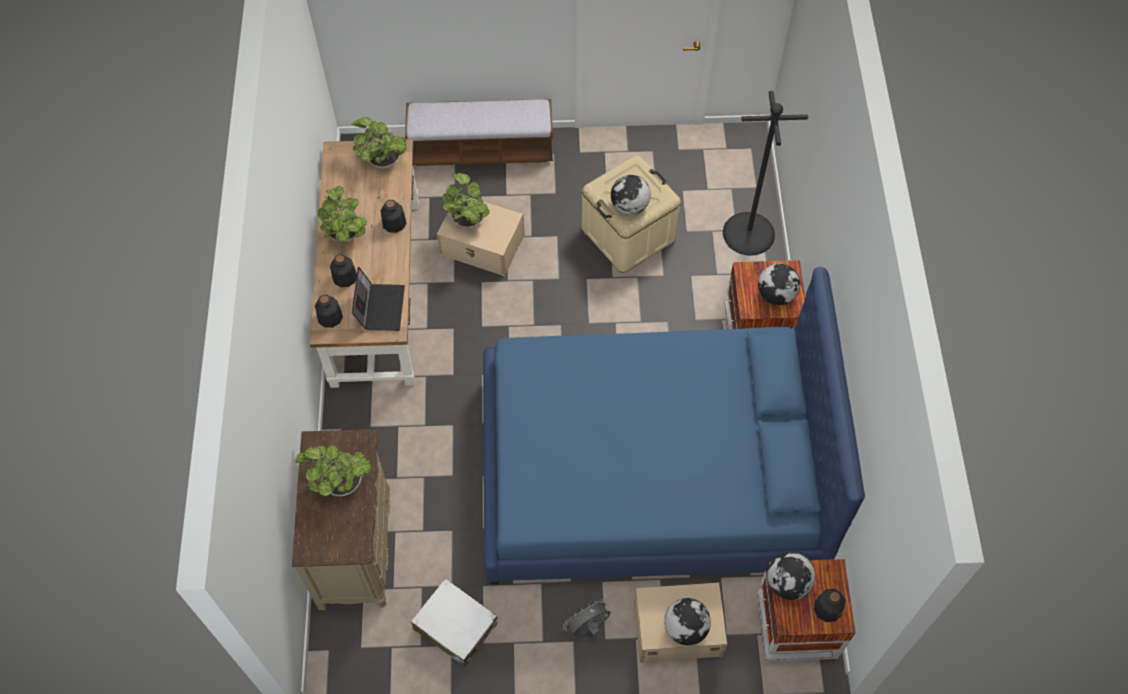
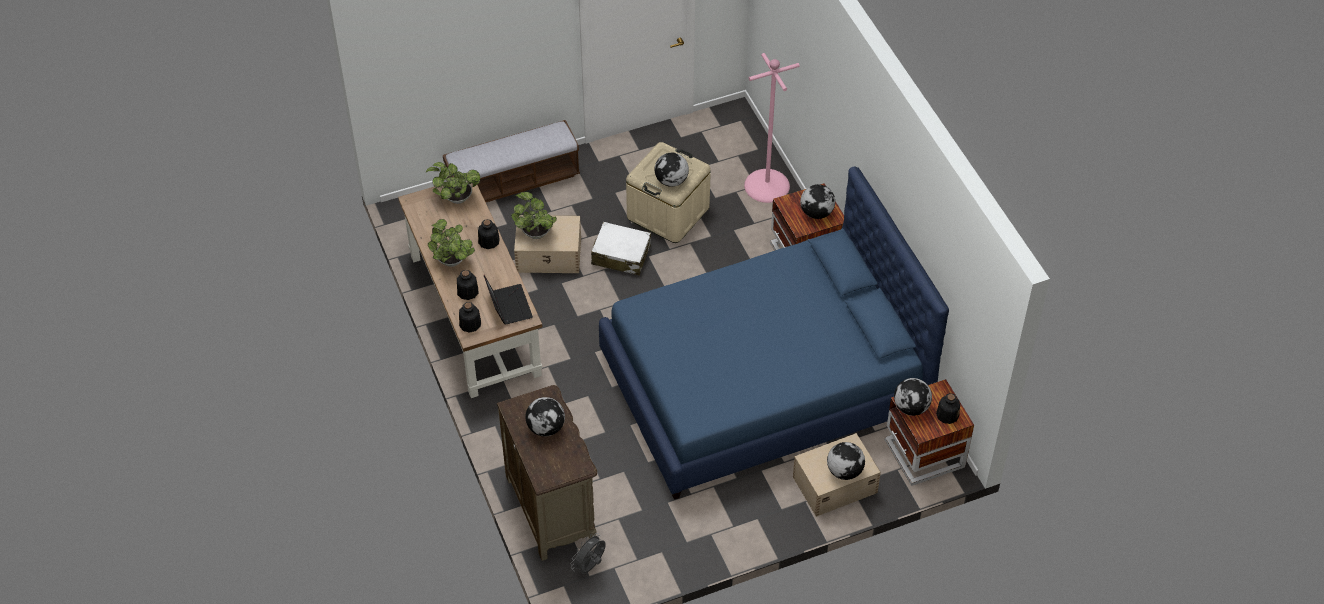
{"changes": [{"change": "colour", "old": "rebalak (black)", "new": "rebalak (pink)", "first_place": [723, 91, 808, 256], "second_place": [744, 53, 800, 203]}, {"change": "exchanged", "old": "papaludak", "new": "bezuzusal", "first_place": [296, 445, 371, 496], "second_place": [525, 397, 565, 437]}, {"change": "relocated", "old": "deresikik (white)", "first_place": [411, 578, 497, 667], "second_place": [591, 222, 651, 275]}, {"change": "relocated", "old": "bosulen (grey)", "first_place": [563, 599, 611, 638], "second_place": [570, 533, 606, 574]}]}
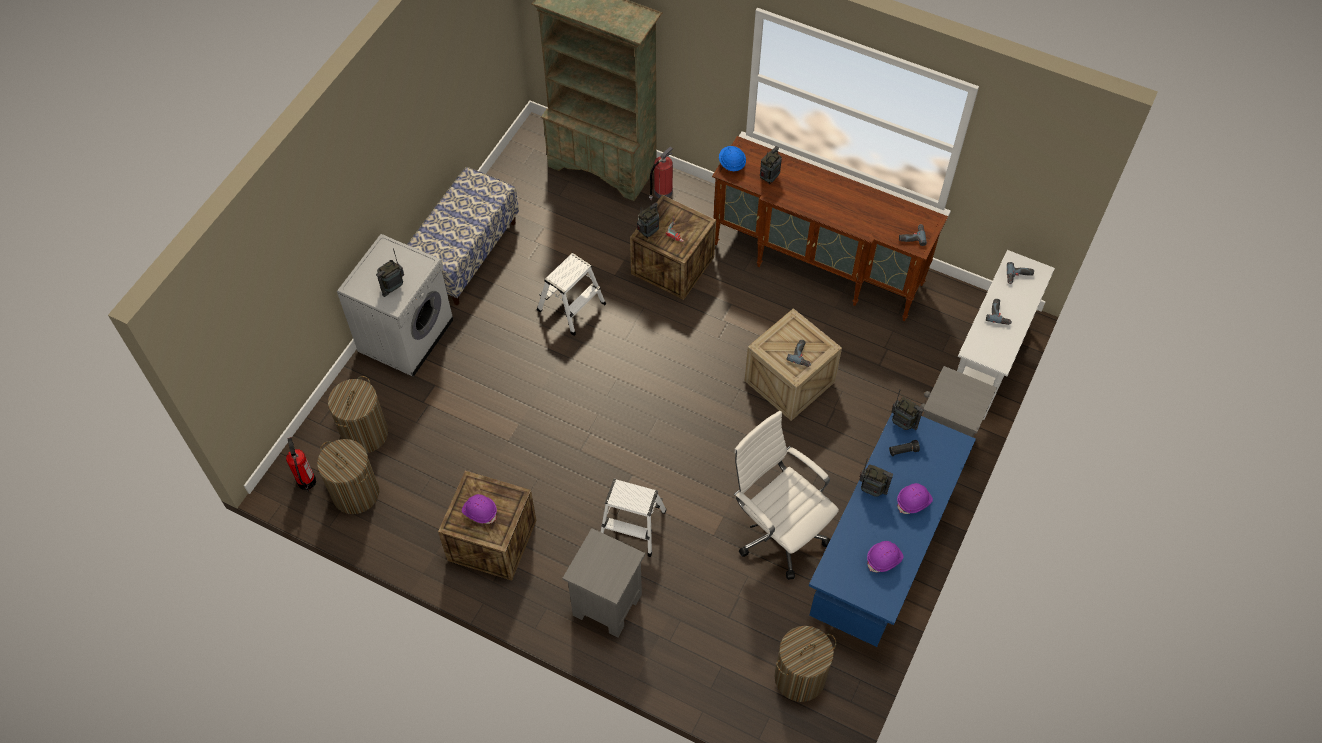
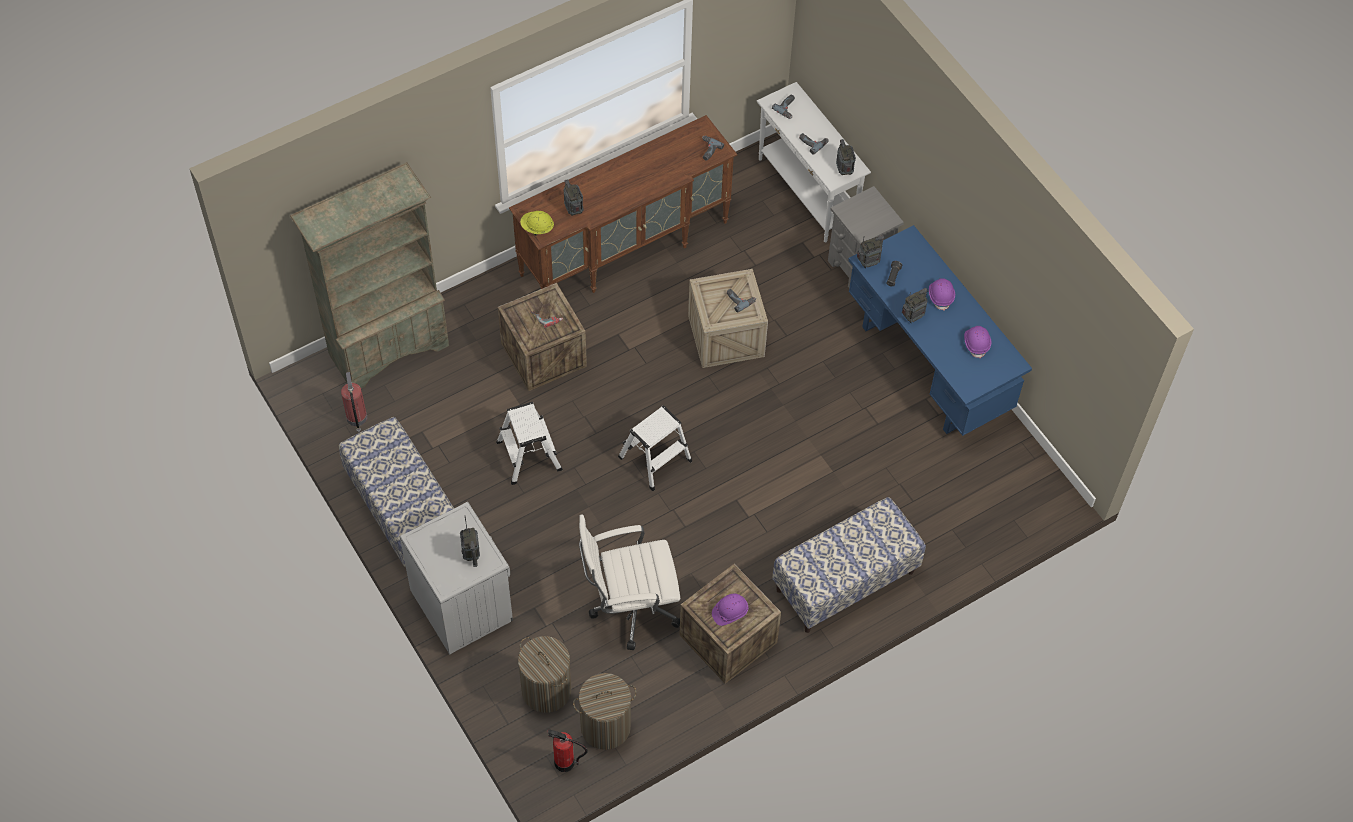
{"changes": [{"change": "relocated", "old": "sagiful", "first_place": [649, 146, 673, 200], "second_place": [341, 372, 367, 433]}, {"change": "colour", "old": "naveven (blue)", "new": "naveven (yellow)", "first_place": [719, 146, 746, 171], "second_place": [520, 211, 554, 236]}, {"change": "relocated", "old": "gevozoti", "first_place": [637, 202, 659, 238], "second_place": [836, 139, 856, 175]}, {"change": "relocated", "old": "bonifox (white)", "first_place": [734, 411, 839, 580], "second_place": [579, 514, 680, 650]}, {"change": "relocated", "old": "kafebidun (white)", "first_place": [601, 479, 667, 557], "second_place": [618, 405, 692, 491]}, {"change": "exchanged", "old": "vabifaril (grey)", "new": "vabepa", "first_place": [563, 528, 645, 637], "second_place": [772, 497, 926, 633]}, {"change": "missing", "old": "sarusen", "first_place": [774, 626, 836, 702]}]}
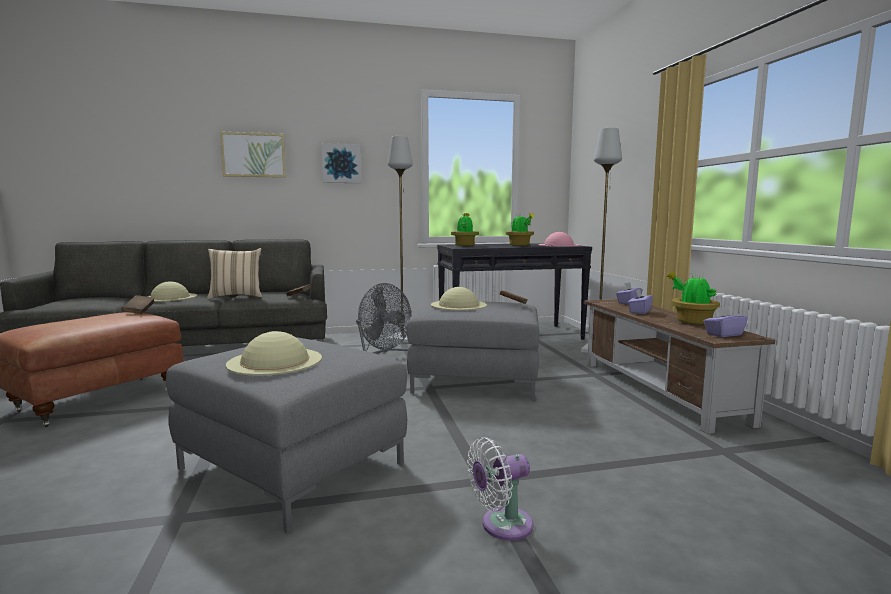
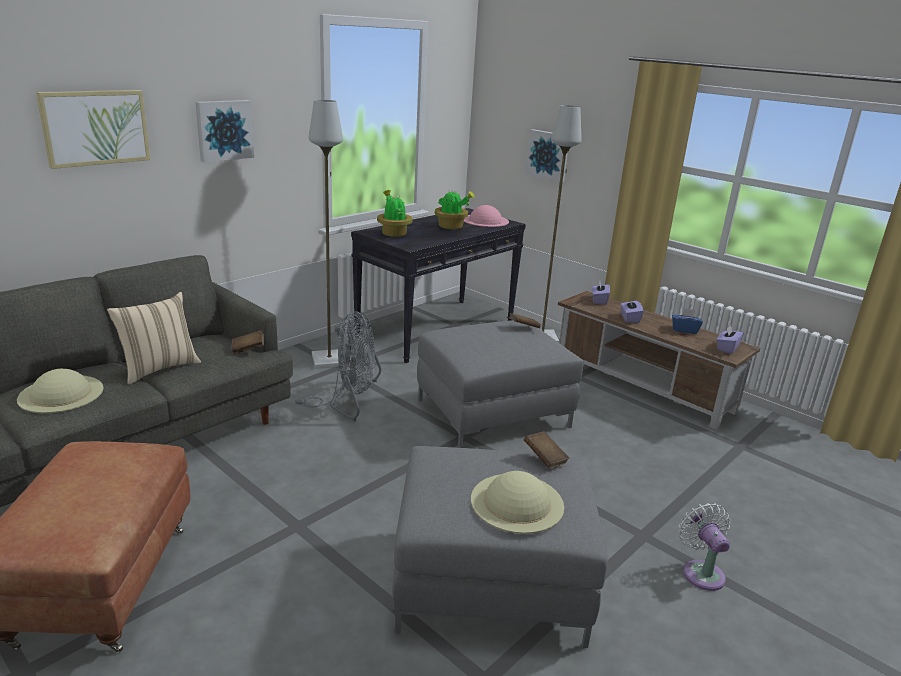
{"changes": [{"change": "exchanged", "old": "papaludak", "new": "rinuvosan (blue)", "first_place": [666, 271, 720, 324], "second_place": [672, 308, 703, 334]}, {"change": "missing", "old": "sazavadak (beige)", "first_place": [431, 287, 487, 310]}, {"change": "relocated", "old": "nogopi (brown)", "first_place": [121, 295, 155, 314], "second_place": [524, 431, 569, 468]}, {"change": "spun", "old": "bosulen (white)", "first_place": [467, 437, 533, 540], "second_place": [678, 503, 730, 591], "degrees": 135}, {"change": "appeared", "new": "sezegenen", "second_place": [526, 129, 568, 182]}]}
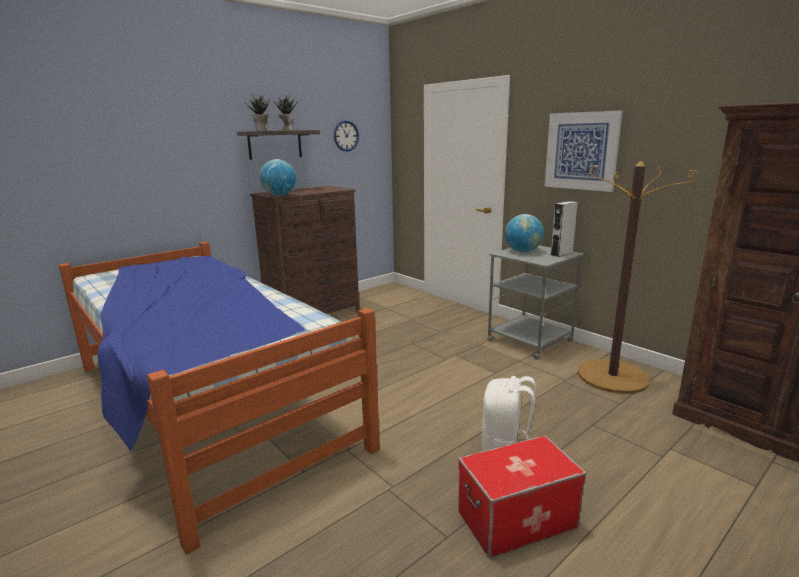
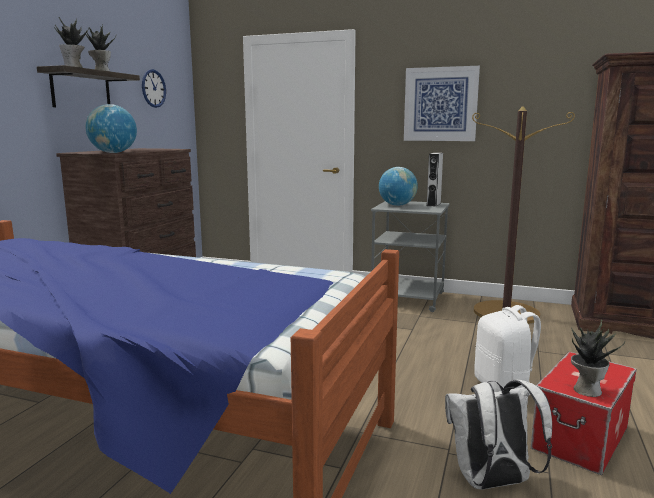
{"changes": [{"change": "appeared", "new": "papaludak", "second_place": [571, 319, 625, 397]}, {"change": "appeared", "new": "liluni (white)", "second_place": [445, 379, 552, 490]}]}
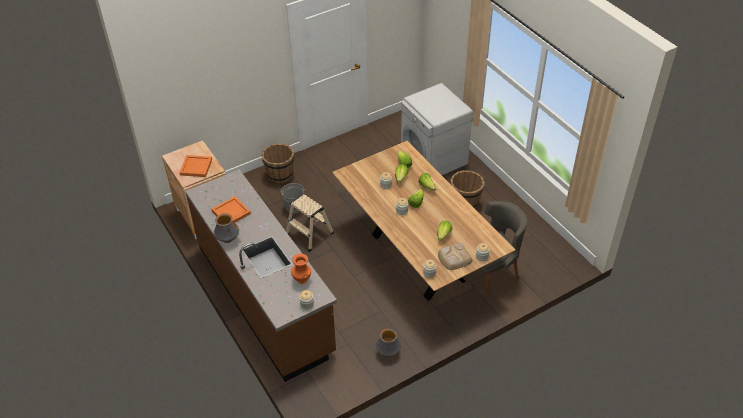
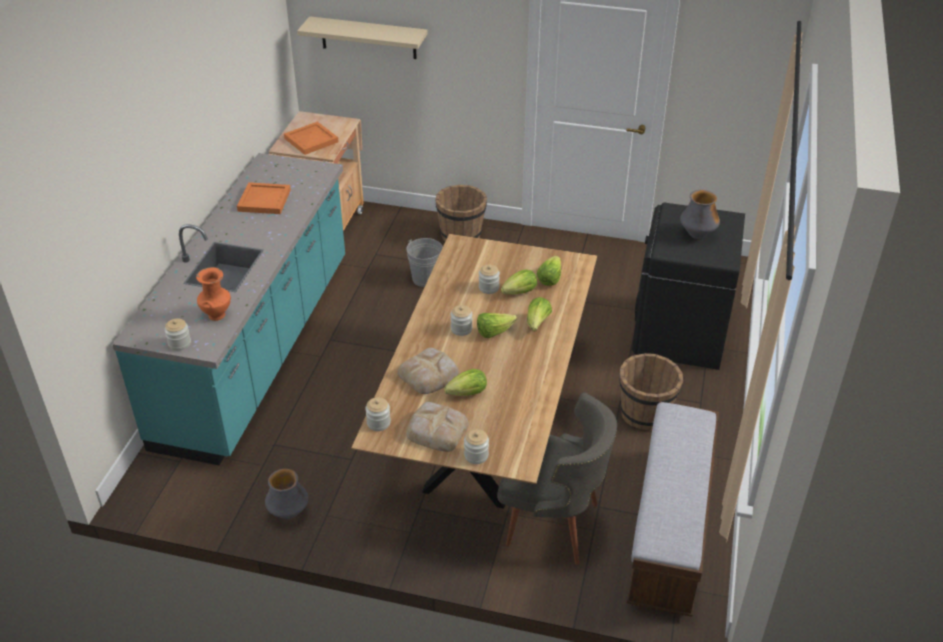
{"changes": [{"change": "colour", "old": "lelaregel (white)", "new": "lelaregel (black)", "first_place": [401, 83, 473, 175], "second_place": [632, 203, 745, 370]}, {"change": "colour", "old": "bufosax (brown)", "new": "bufosax (turquoise)", "first_place": [185, 169, 337, 382], "second_place": [112, 153, 345, 465]}, {"change": "missing", "old": "kafebidun (beige)", "first_place": [286, 193, 334, 252]}, {"change": "relocated", "old": "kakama", "first_place": [214, 213, 239, 243], "second_place": [680, 190, 720, 239]}, {"change": "appeared", "new": "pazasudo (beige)", "second_place": [297, 16, 427, 59]}, {"change": "appeared", "new": "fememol", "second_place": [397, 348, 460, 394]}, {"change": "appeared", "new": "vabepa", "second_place": [627, 402, 719, 617]}]}
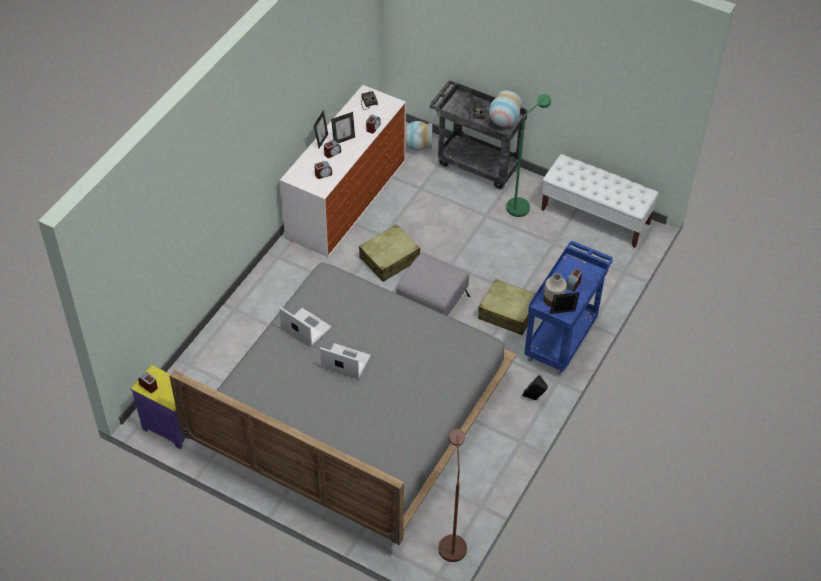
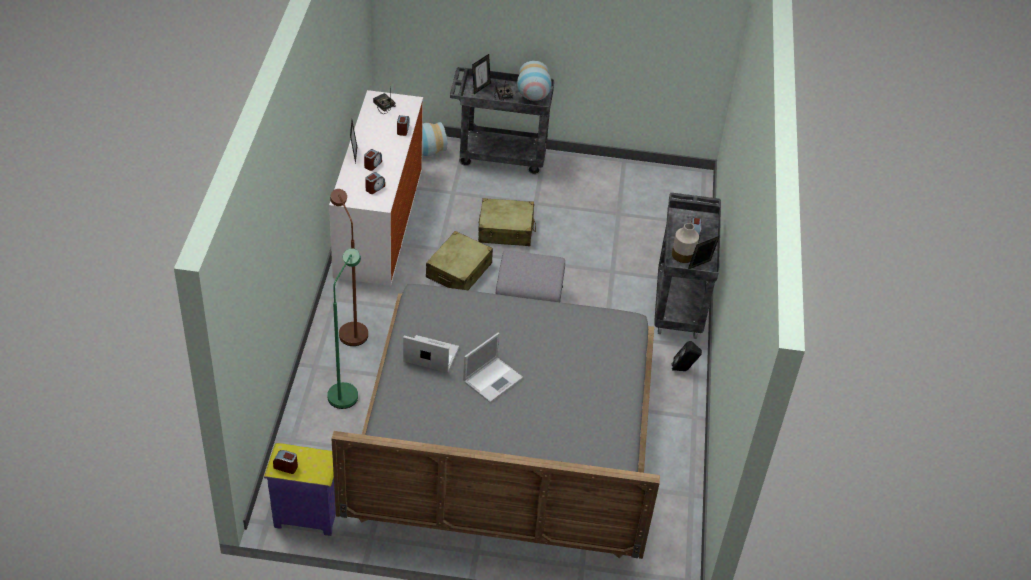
{"changes": [{"change": "relocated", "old": "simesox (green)", "first_place": [506, 94, 551, 217], "second_place": [327, 248, 361, 409]}, {"change": "relocated", "old": "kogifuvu", "first_place": [331, 112, 355, 143], "second_place": [472, 54, 491, 94]}, {"change": "missing", "old": "vabepa (white)", "first_place": [541, 154, 659, 248]}, {"change": "colour", "old": "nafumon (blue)", "new": "nafumon (grey)", "first_place": [524, 241, 613, 374], "second_place": [654, 193, 721, 339]}, {"change": "relocated", "old": "deresikik (beige)", "first_place": [478, 279, 536, 335], "second_place": [478, 198, 536, 246]}, {"change": "spun", "old": "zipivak", "first_place": [320, 343, 371, 379], "second_place": [463, 333, 523, 403], "degrees": 135}, {"change": "relocated", "old": "simesox (brown)", "first_place": [439, 429, 467, 562], "second_place": [330, 189, 368, 346]}]}
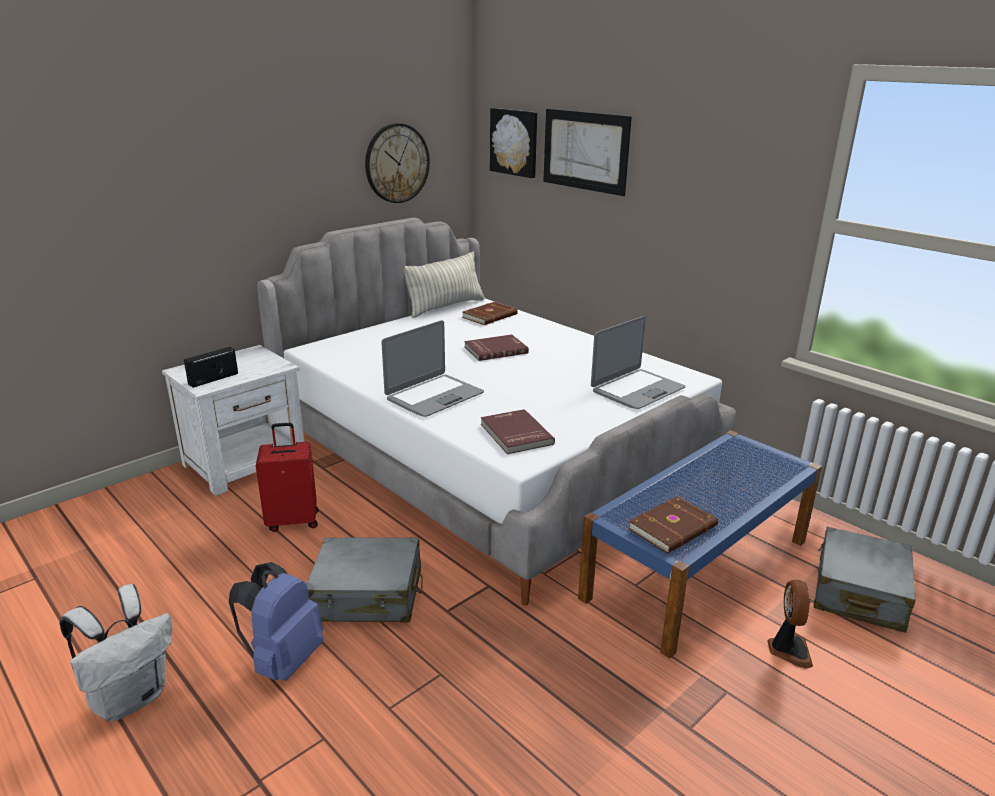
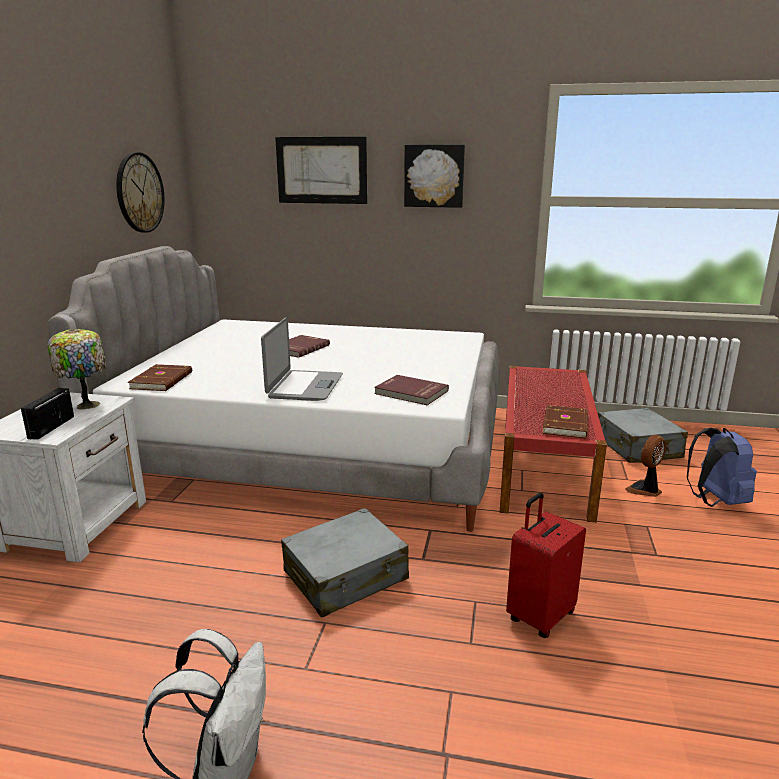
{"changes": [{"change": "relocated", "old": "sezegenen", "first_place": [490, 108, 537, 178], "second_place": [404, 145, 465, 208]}, {"change": "missing", "old": "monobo", "first_place": [404, 251, 485, 318]}, {"change": "relocated", "old": "nogopi (brown)", "first_place": [462, 302, 518, 325], "second_place": [128, 364, 192, 391]}, {"change": "missing", "old": "zipivak", "first_place": [591, 316, 686, 409]}, {"change": "relocated", "old": "deresikik (red)", "first_place": [256, 423, 318, 532], "second_place": [506, 493, 586, 638]}, {"change": "colour", "old": "vabepa (blue)", "new": "vabepa (red)", "first_place": [578, 430, 822, 659], "second_place": [500, 366, 607, 523]}, {"change": "relocated", "old": "liluni (blue)", "first_place": [229, 562, 323, 681], "second_place": [687, 428, 757, 507]}, {"change": "spun", "old": "bosulen", "first_place": [767, 580, 813, 669], "second_place": [625, 435, 666, 497], "degrees": -105}, {"change": "appeared", "new": "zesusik", "second_place": [47, 329, 107, 410]}]}
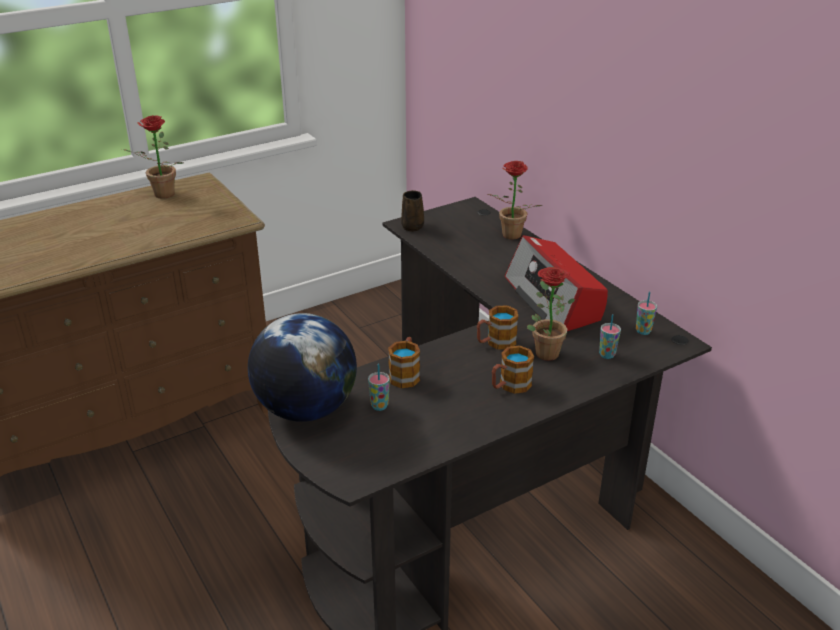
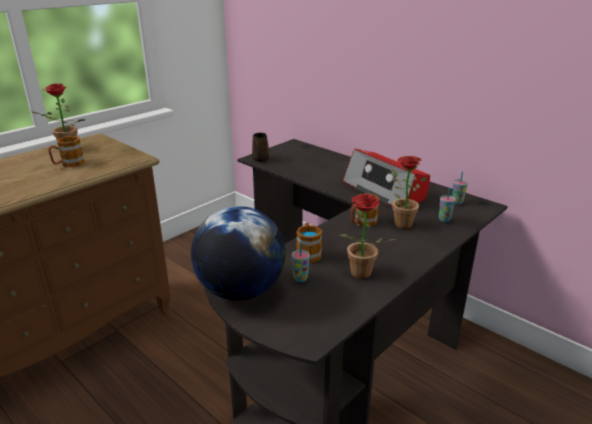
{"changes": [{"change": "relocated", "old": "papaludak", "first_place": [488, 161, 543, 240], "second_place": [340, 194, 396, 279]}, {"change": "relocated", "old": "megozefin", "first_place": [492, 345, 534, 394], "second_place": [48, 136, 85, 167]}]}
